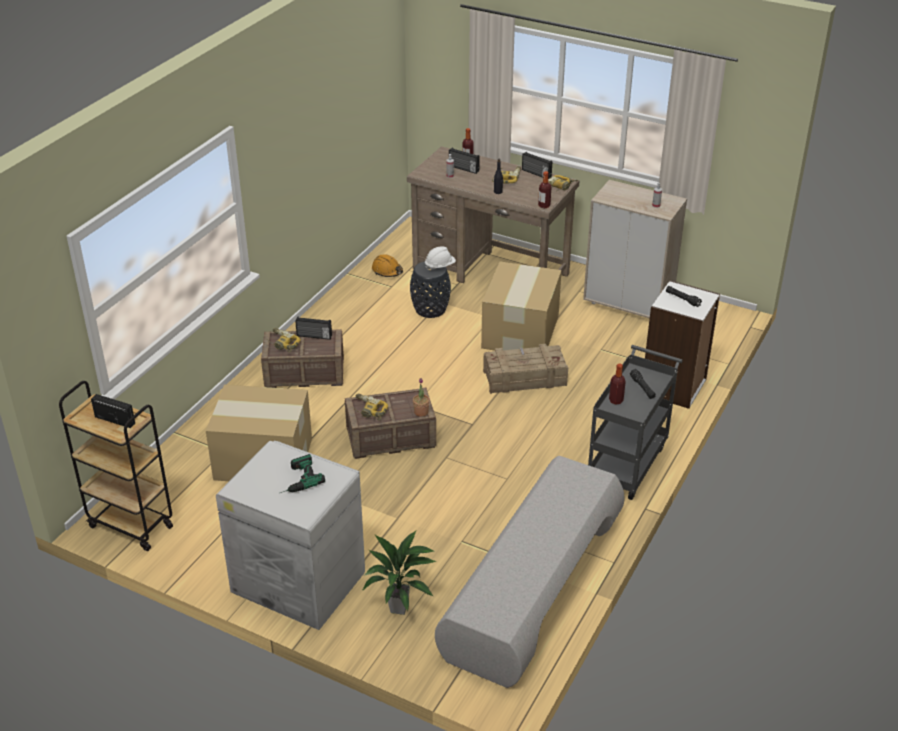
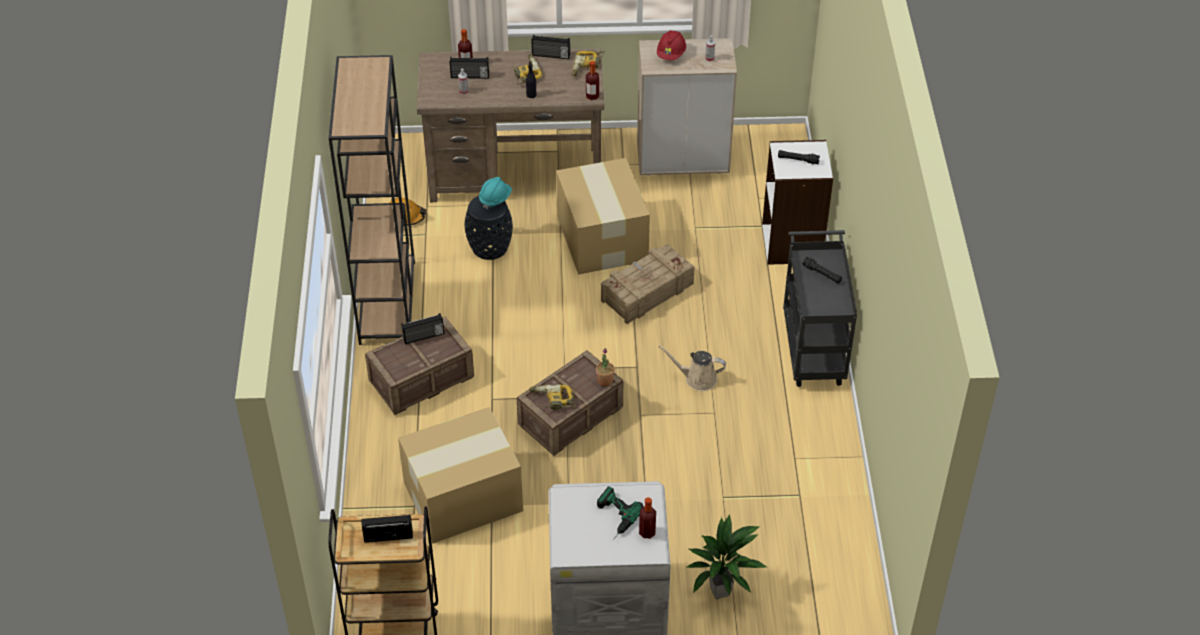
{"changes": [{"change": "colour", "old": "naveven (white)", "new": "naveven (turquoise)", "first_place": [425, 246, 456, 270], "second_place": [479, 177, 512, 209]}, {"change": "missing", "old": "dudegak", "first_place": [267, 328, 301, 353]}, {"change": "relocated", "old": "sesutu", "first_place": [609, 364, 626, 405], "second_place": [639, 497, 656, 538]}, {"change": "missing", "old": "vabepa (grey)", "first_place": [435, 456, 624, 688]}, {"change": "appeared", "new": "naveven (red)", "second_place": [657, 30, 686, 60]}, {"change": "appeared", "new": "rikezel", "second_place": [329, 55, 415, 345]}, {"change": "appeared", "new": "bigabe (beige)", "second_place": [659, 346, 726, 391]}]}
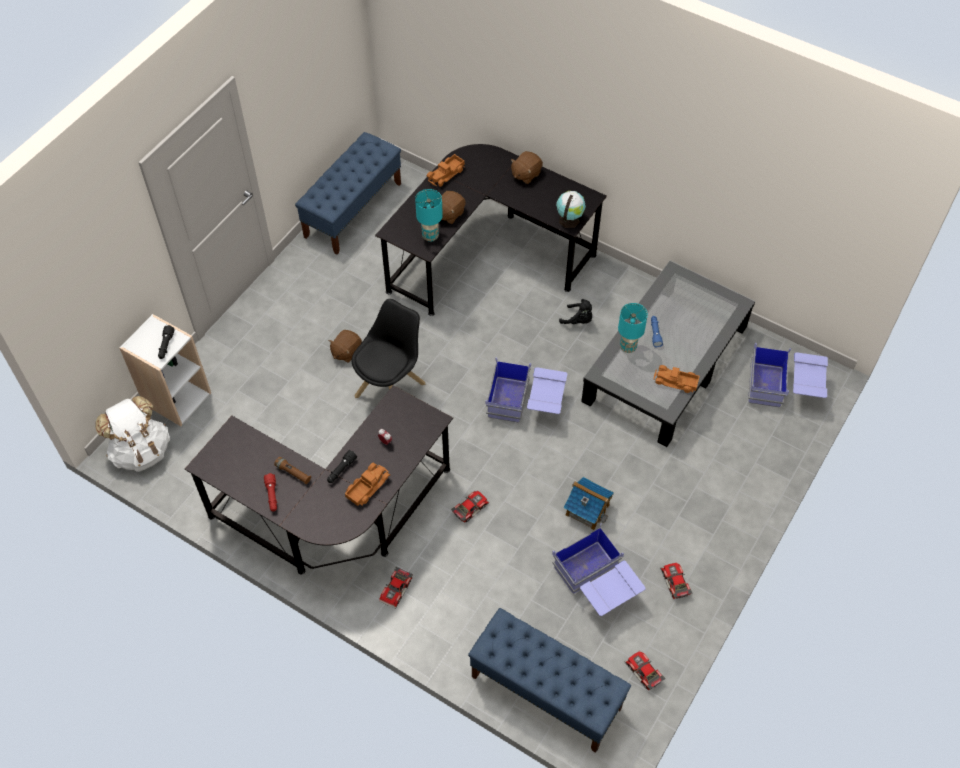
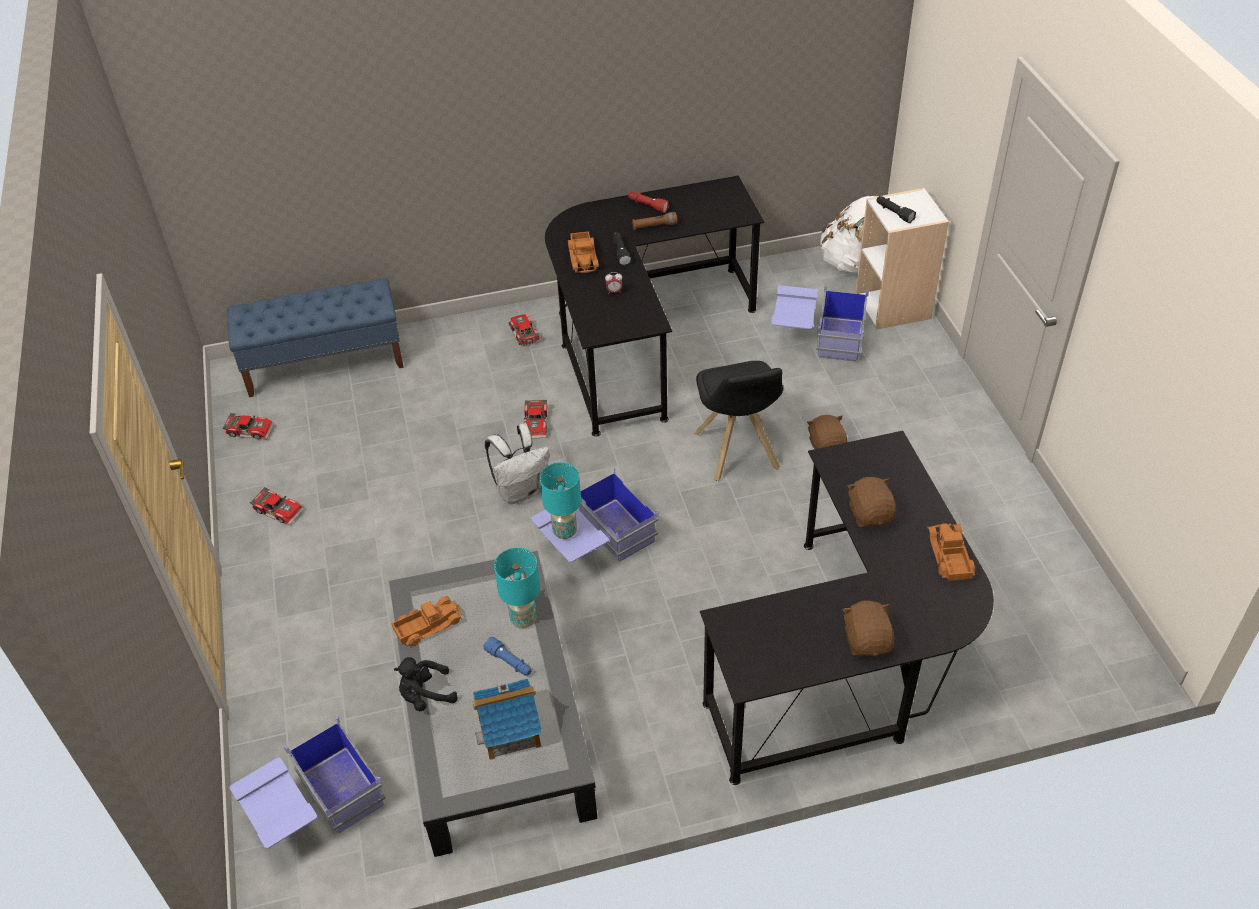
{"changes": [{"change": "missing", "old": "vabepa (blue)", "first_place": [295, 132, 401, 255]}, {"change": "relocated", "old": "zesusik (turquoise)", "first_place": [415, 189, 443, 242], "second_place": [540, 462, 581, 539]}, {"change": "missing", "old": "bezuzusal", "first_place": [556, 191, 586, 228]}, {"change": "relocated", "old": "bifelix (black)", "first_place": [559, 299, 592, 324], "second_place": [394, 657, 458, 711]}, {"change": "relocated", "old": "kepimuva", "first_place": [564, 477, 614, 530], "second_place": [473, 678, 542, 760]}, {"change": "relocated", "old": "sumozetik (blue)", "first_place": [552, 525, 646, 616], "second_place": [771, 285, 869, 361]}, {"change": "appeared", "new": "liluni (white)", "second_place": [485, 423, 549, 504]}]}
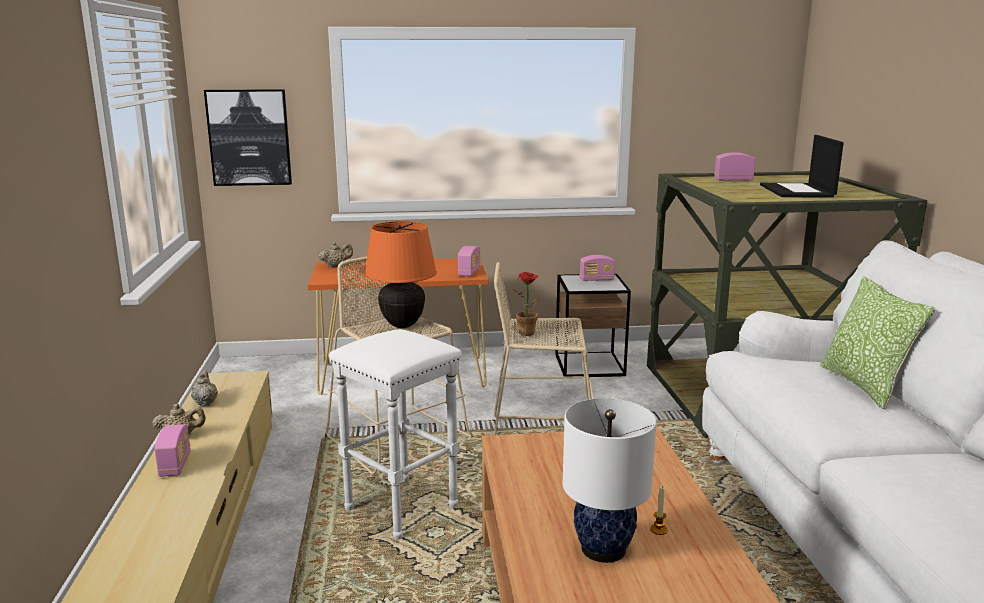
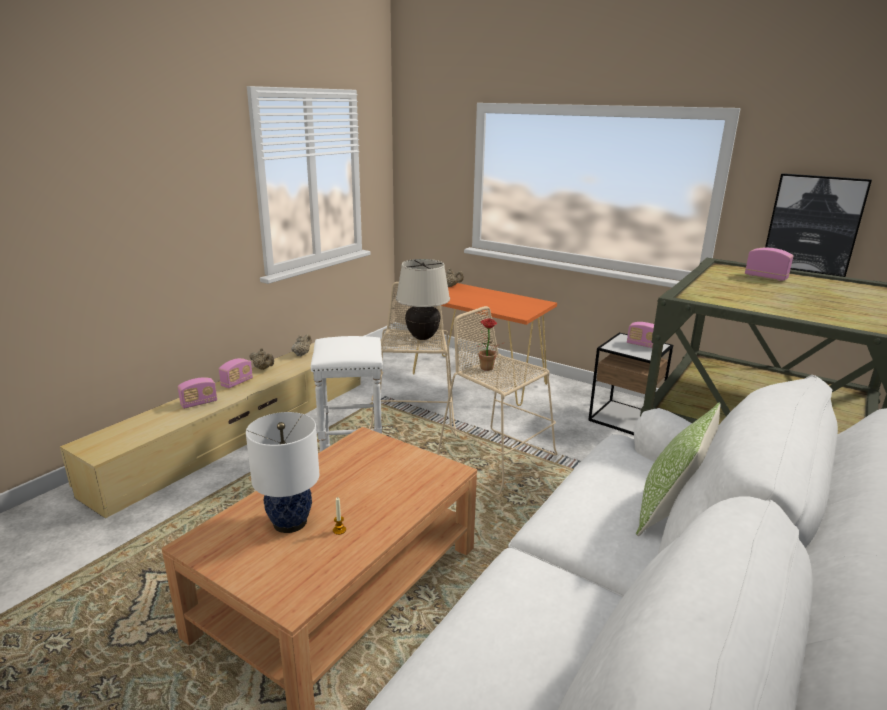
{"changes": [{"change": "relocated", "old": "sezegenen", "first_place": [204, 89, 292, 186], "second_place": [765, 173, 872, 277]}, {"change": "missing", "old": "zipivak", "first_place": [760, 135, 844, 198]}, {"change": "colour", "old": "zesusik (orange)", "new": "zesusik (beige)", "first_place": [364, 221, 437, 328], "second_place": [396, 259, 450, 340]}, {"change": "relocated", "old": "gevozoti", "first_place": [458, 246, 481, 277], "second_place": [178, 377, 217, 409]}]}
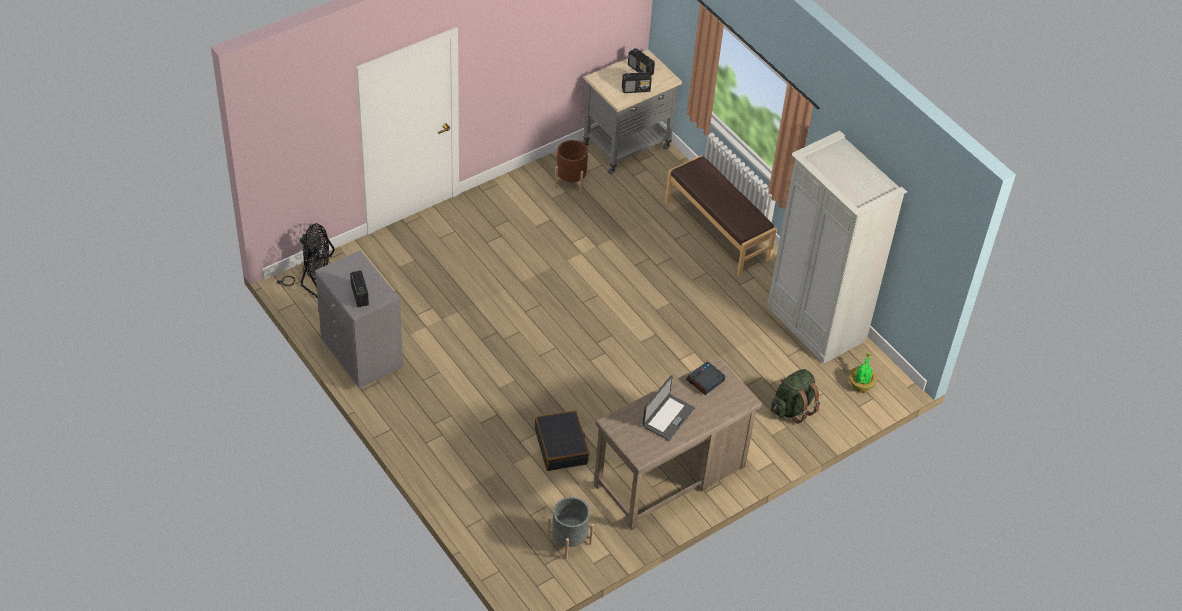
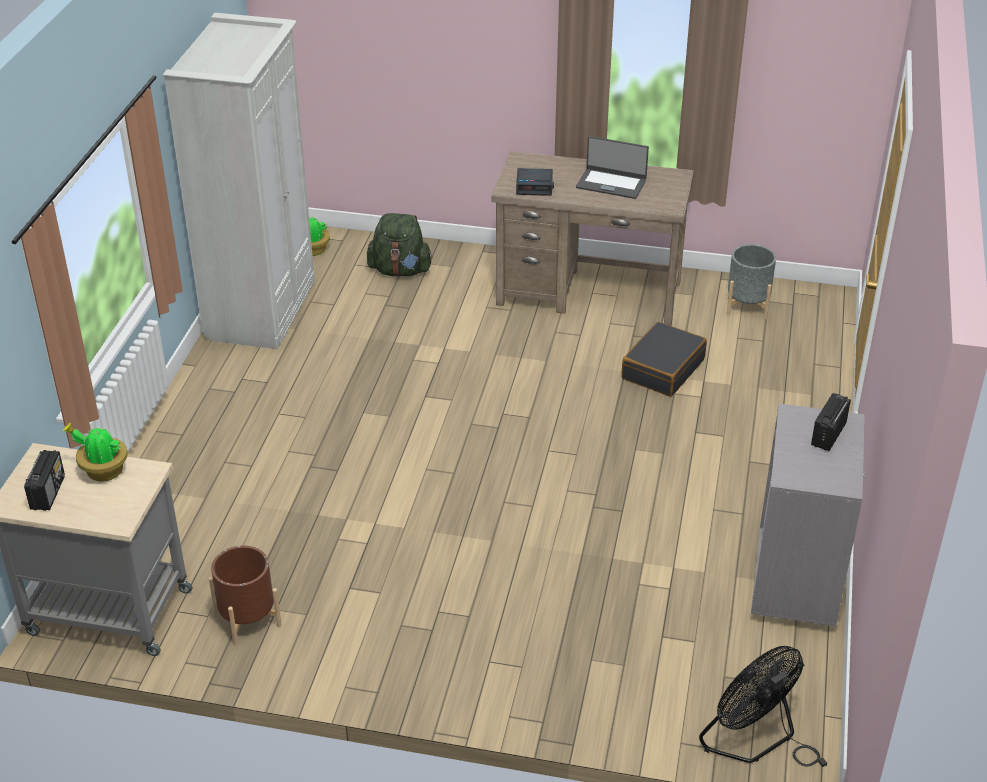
{"changes": [{"change": "exchanged", "old": "gevozoti", "new": "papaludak", "first_place": [622, 72, 652, 93], "second_place": [63, 423, 128, 481]}, {"change": "missing", "old": "vabepa (brown)", "first_place": [665, 155, 777, 277]}, {"change": "spun", "old": "zipivak", "first_place": [643, 375, 695, 441], "second_place": [576, 136, 649, 199], "degrees": -150}]}
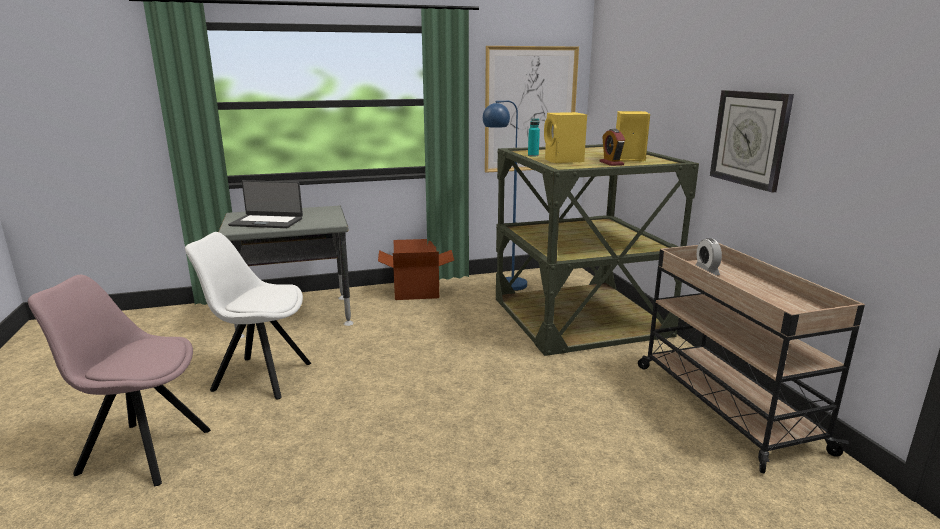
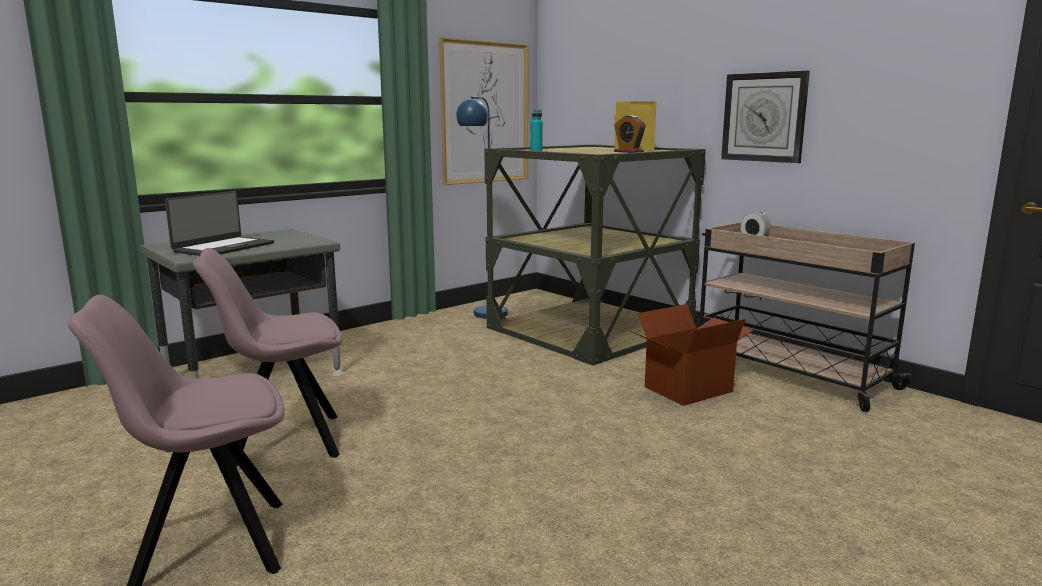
{"changes": [{"change": "missing", "old": "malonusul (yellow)", "first_place": [544, 112, 587, 163]}, {"change": "spun", "old": "zipivak", "first_place": [228, 180, 303, 228], "second_place": [165, 191, 274, 256], "degrees": -45}, {"change": "colour", "old": "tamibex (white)", "new": "tamibex (pink)", "first_place": [185, 232, 311, 399], "second_place": [193, 248, 342, 466]}, {"change": "relocated", "old": "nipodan", "first_place": [378, 239, 454, 300], "second_place": [632, 304, 753, 406]}]}
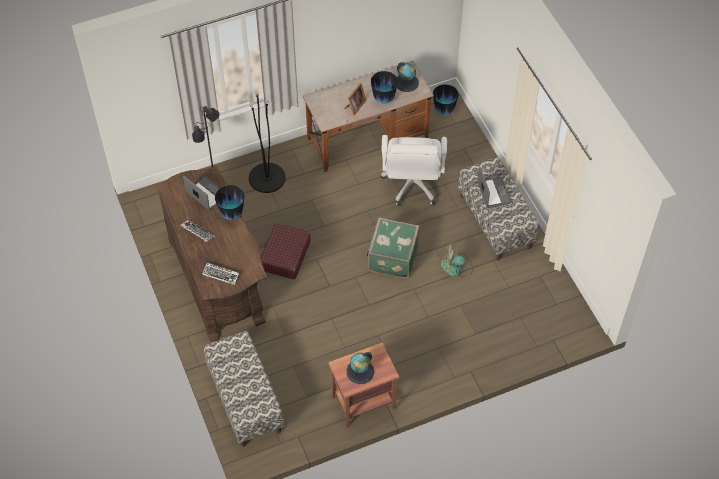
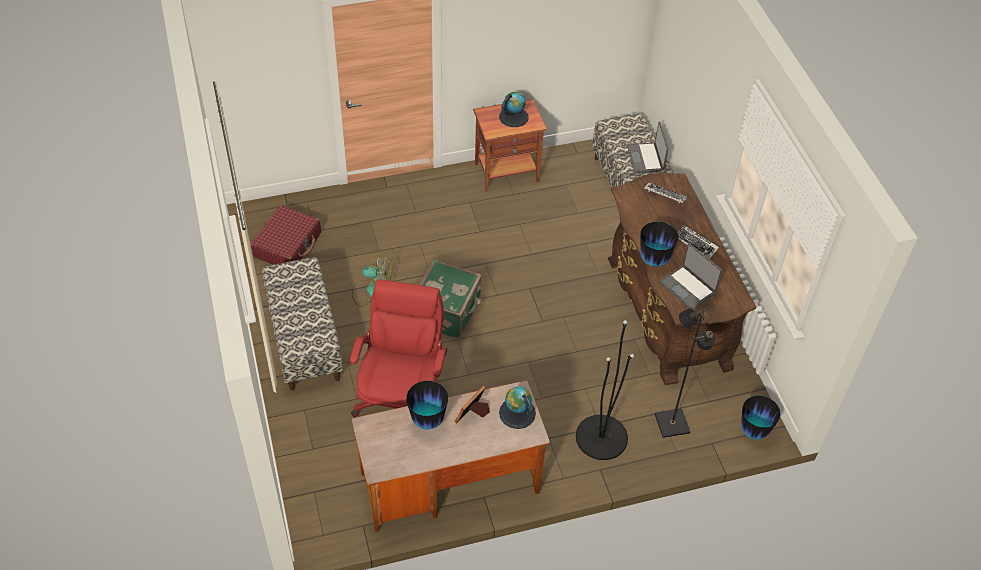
{"changes": [{"change": "relocated", "old": "bezuzusal", "first_place": [397, 62, 419, 92], "second_place": [499, 387, 536, 429]}, {"change": "relocated", "old": "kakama", "first_place": [433, 84, 459, 115], "second_place": [741, 396, 781, 440]}, {"change": "colour", "old": "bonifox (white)", "new": "bonifox (red)", "first_place": [381, 135, 447, 206], "second_place": [350, 280, 447, 417]}, {"change": "relocated", "old": "zipivak", "first_place": [477, 167, 511, 208], "second_place": [627, 122, 668, 173]}, {"change": "relocated", "old": "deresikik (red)", "first_place": [261, 223, 311, 279], "second_place": [250, 205, 321, 265]}]}
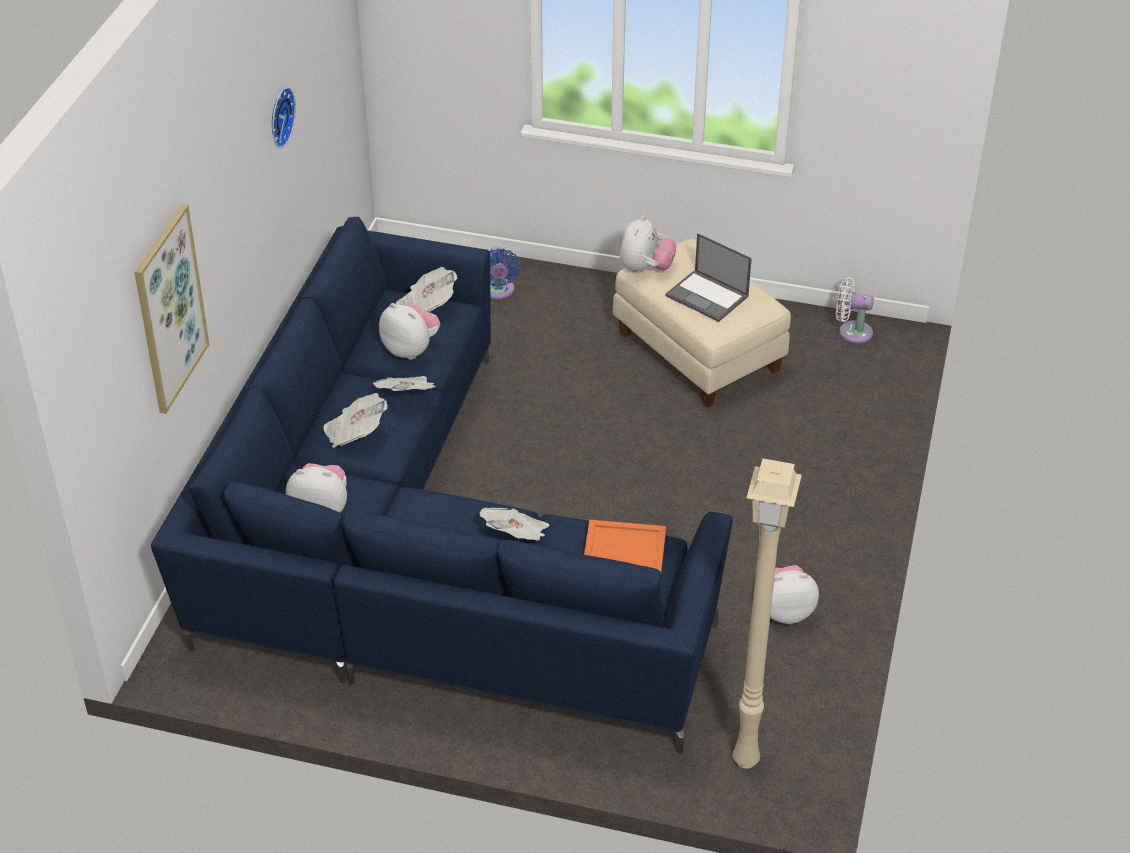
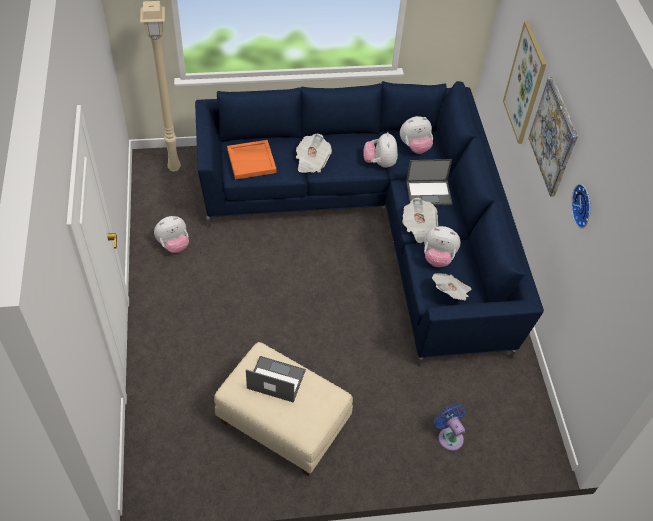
{"changes": [{"change": "relocated", "old": "bifelix", "first_place": [620, 216, 676, 274], "second_place": [363, 132, 398, 168]}, {"change": "missing", "old": "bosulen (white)", "first_place": [836, 277, 874, 344]}, {"change": "exchanged", "old": "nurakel", "new": "zipivak", "first_place": [323, 393, 387, 448], "second_place": [406, 159, 452, 205]}, {"change": "appeared", "new": "sezegenen", "second_place": [528, 77, 578, 197]}]}
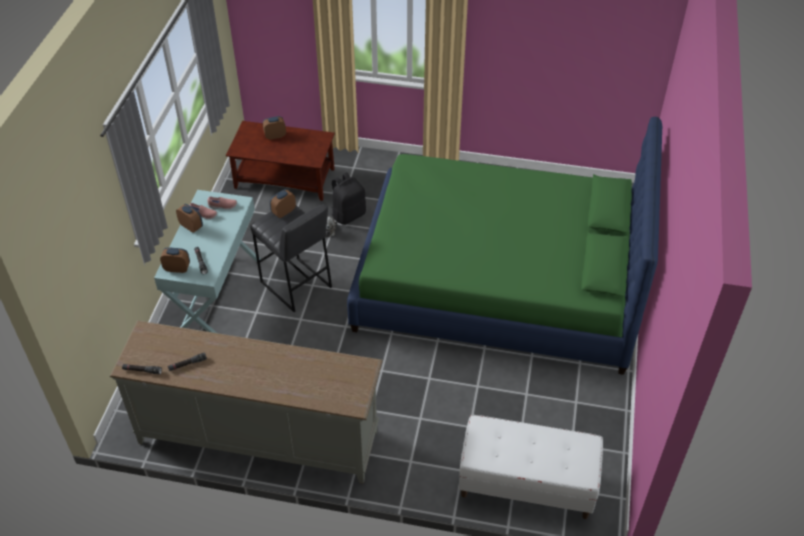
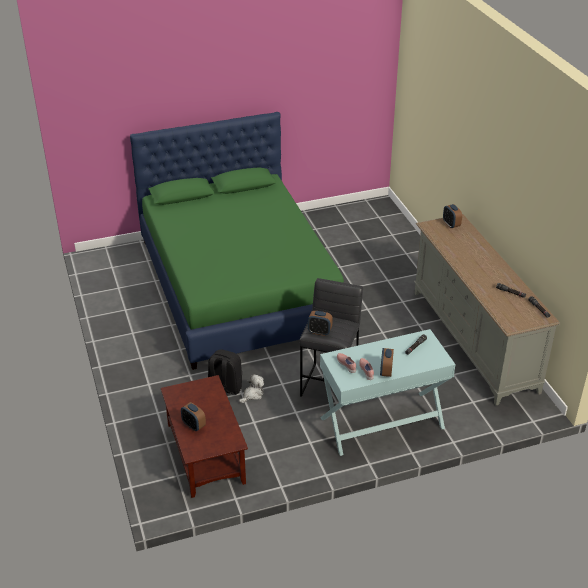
{"changes": [{"change": "relocated", "old": "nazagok", "first_place": [160, 248, 190, 273], "second_place": [443, 204, 462, 228]}, {"change": "missing", "old": "vabepa (white)", "first_place": [459, 415, 603, 519]}]}
